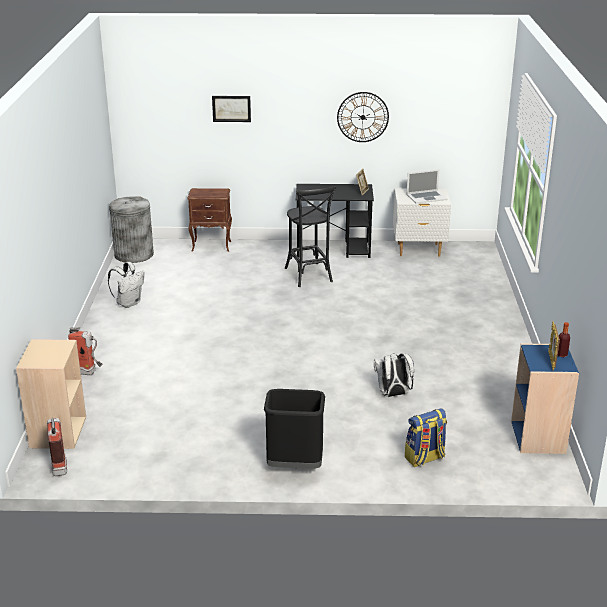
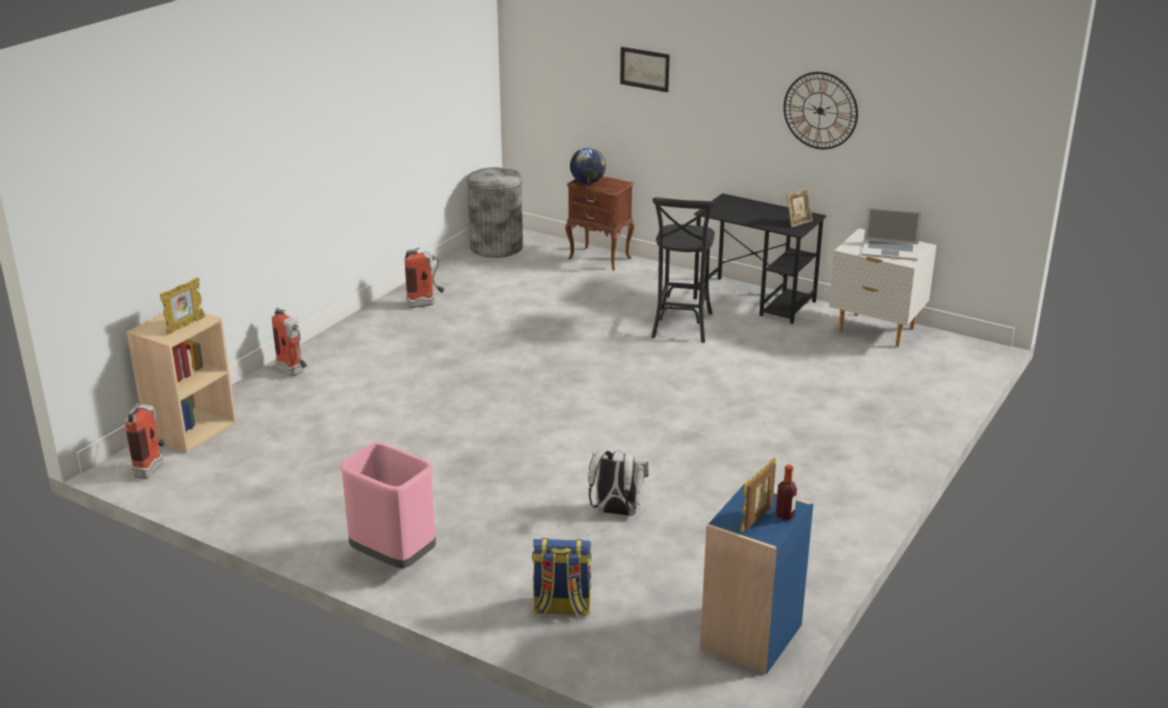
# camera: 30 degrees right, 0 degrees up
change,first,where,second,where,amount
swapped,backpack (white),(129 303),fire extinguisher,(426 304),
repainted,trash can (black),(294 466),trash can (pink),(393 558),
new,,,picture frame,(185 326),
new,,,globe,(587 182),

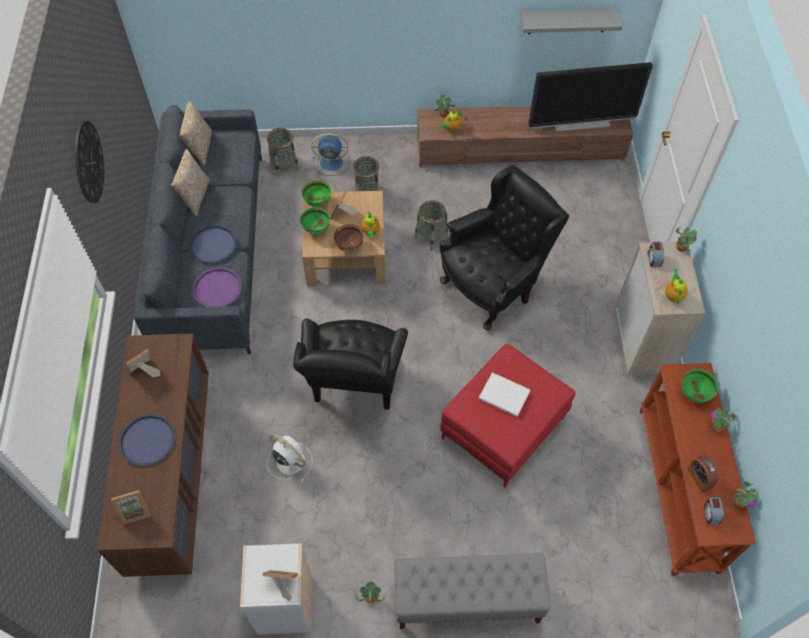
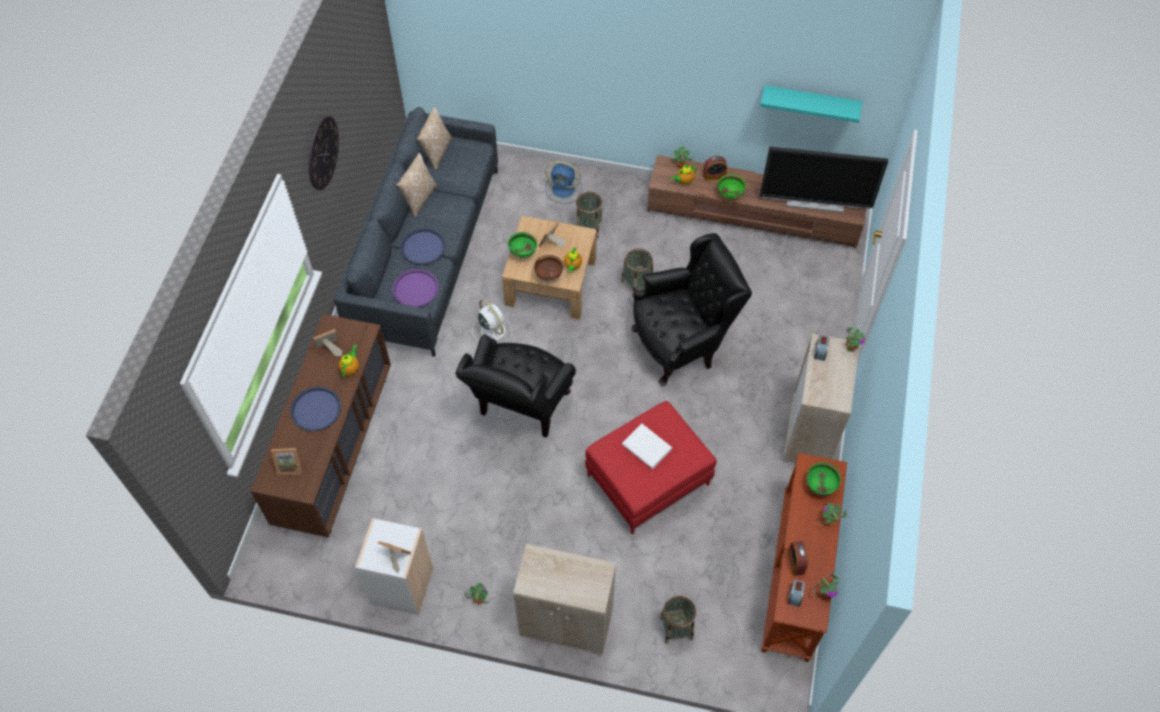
# camera: 15 degrees right, 0 degrees up
change,first,where,second,where,amount
shifted,basket,(284 165),,(676 627),
shifted,fan (white),(289 461),,(492 330),
shifted,bowl (green),(317 202),,(730 195),
swapped,bench (grey),(467 600),cabinet (beige),(565 624),
repainted,shelf (grey),(567 21),shelf (turquoise),(810 102),
shifted,teapot,(673 295),,(350 368),
new,,,alarm clock,(714 175),

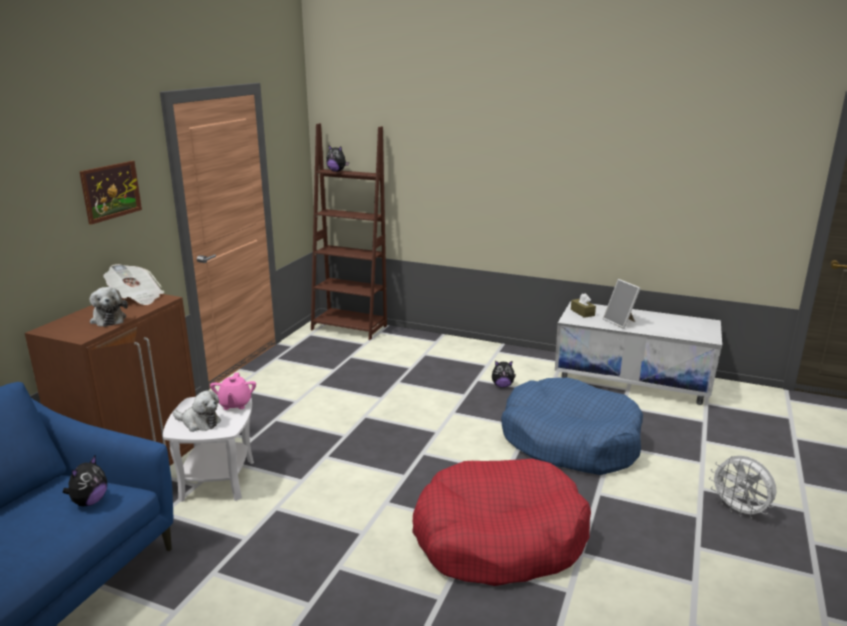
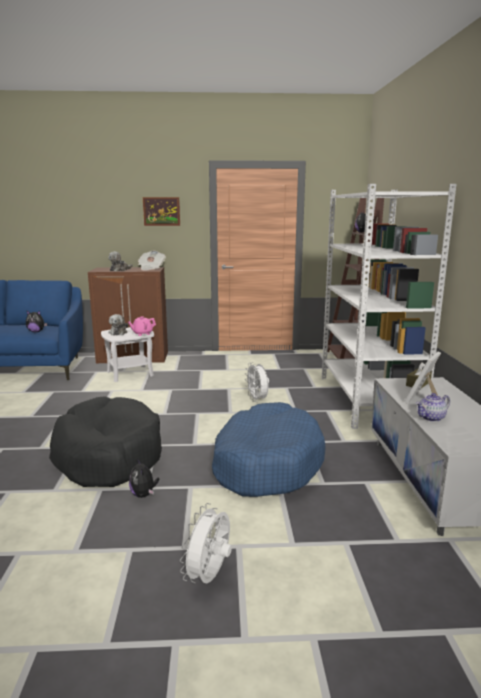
# camera: 65 degrees right, 5 degrees down
change,first,where,second,where,amount
repainted,dog bed (red),(499 538),dog bed (black),(108 455),
shifted,plush toy,(502 385),,(144 495),
new,,,fan (white),(257 400),
new,,,bookcase (white),(367 399),
new,,,teapot,(431 418),

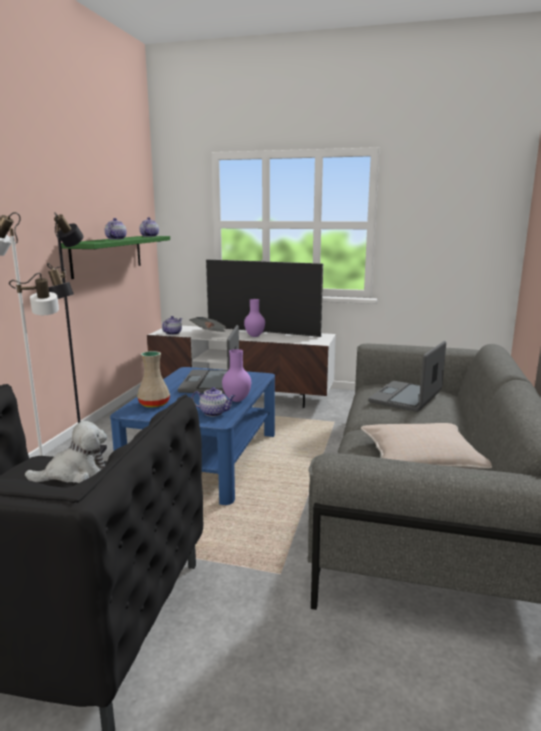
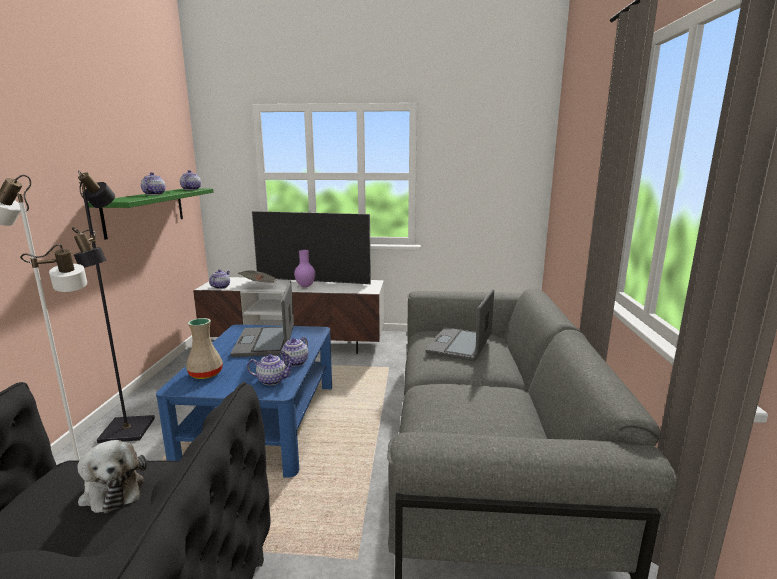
# camera: 10 degrees left, 0 degrees up
change,first,where,second,where,amount
rotated,plush toy,(75 473),,(112 489),90 degrees clockwise
swapped,vase (purple),(237 400),teapot,(295 363),
gone,pillow (beige),(421 457),,,

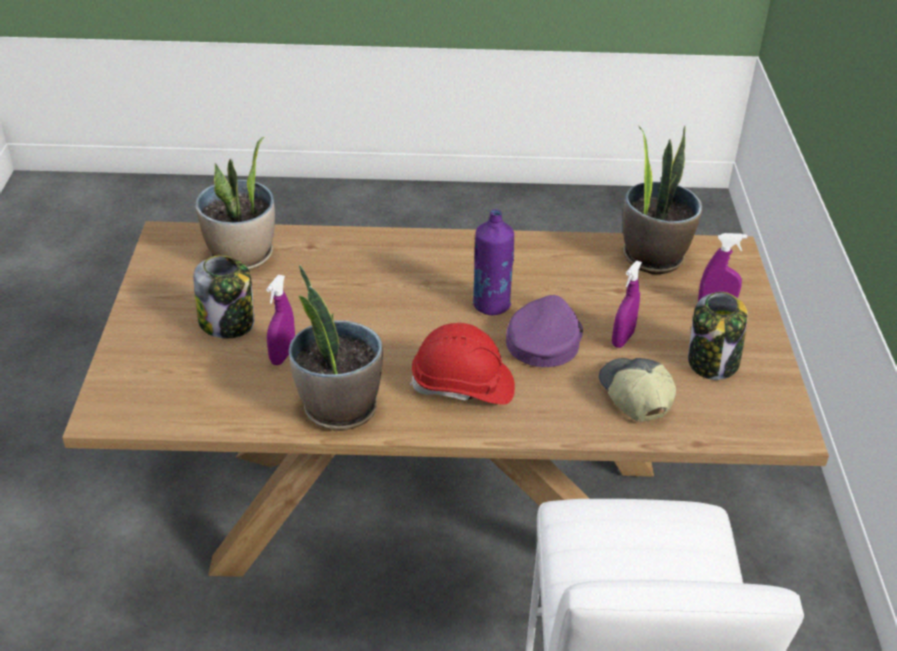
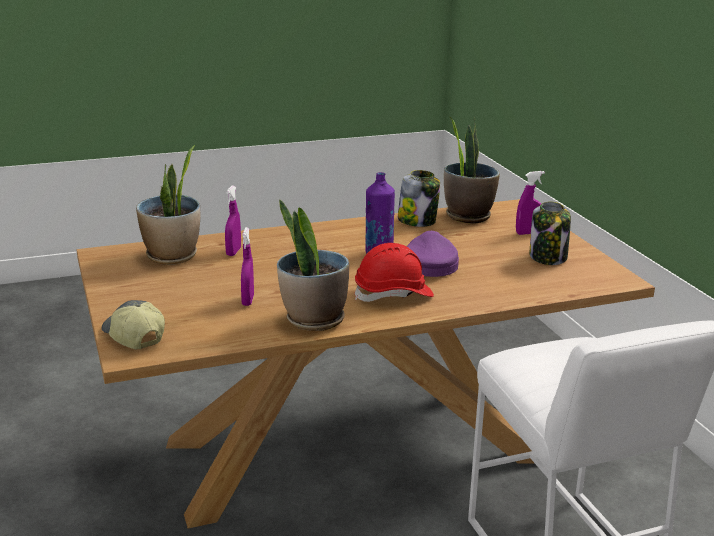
# camera: 20 degrees left, 15 degrees down
change,first,where,second,where,amount
shifted,jar,(228 323),,(417 221),
shifted,cap,(633 395),,(133 336),
shifted,spray bottle (purple),(622 339),,(233 252),

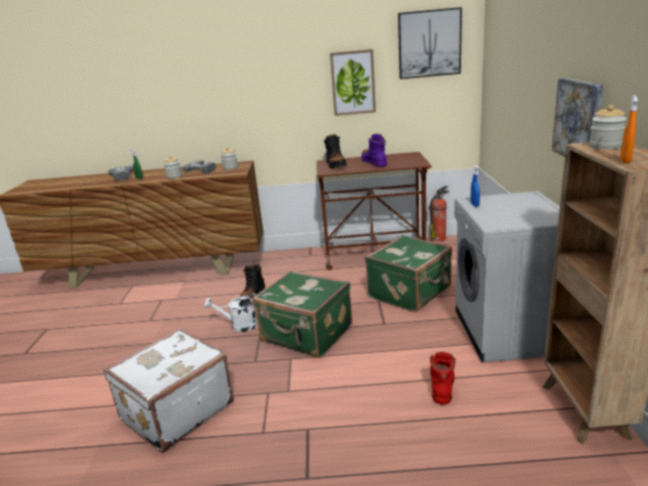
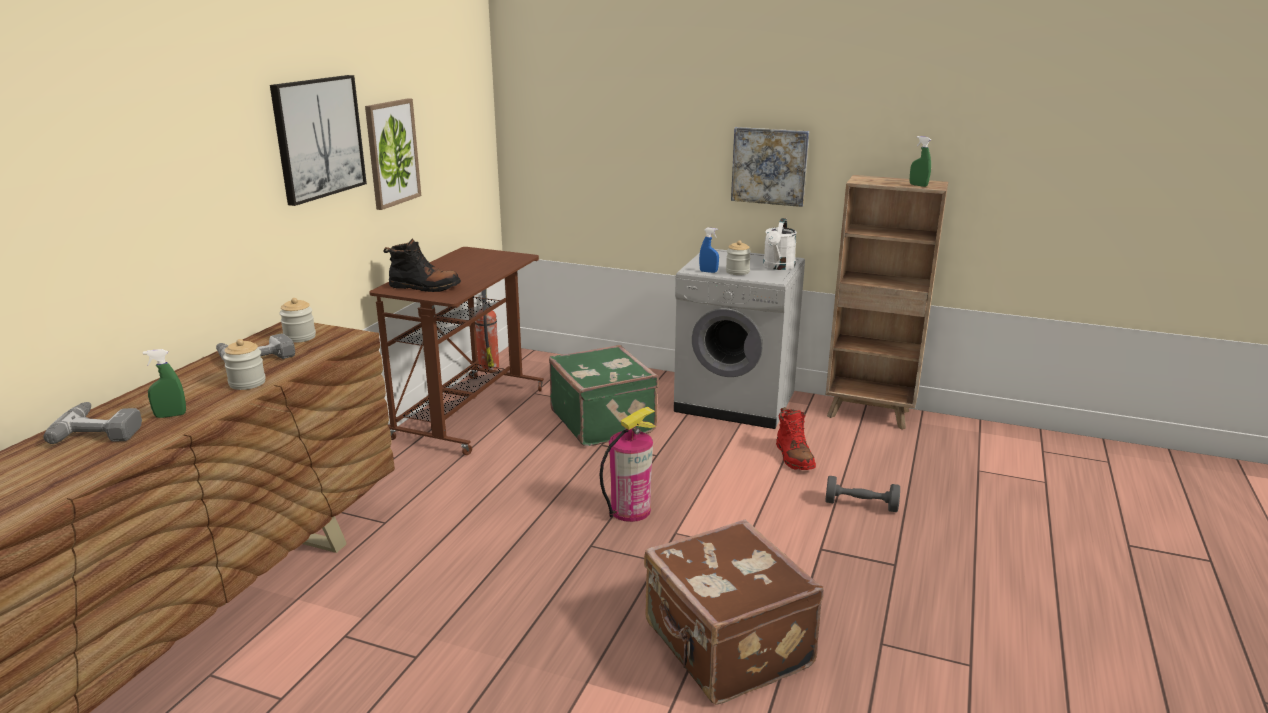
# camera: 70 degrees left, 0 degrees up
change,first,where,second,where,amount
repainted,suitcase (white),(175 411),suitcase (brown),(725 647),
shifted,watering can (white),(239 326),,(778 267),
gone,boot (black),(252 296),,,
swapped,suitcase (green),(306 335),fire extinguisher,(630 510),
gone,boot (purple),(374 162),,,
shifted,picture,(429 43),,(318 138),
rotated,boot (red),(442 383),,(794 457),135 degrees counterclockwise
shifted,jar,(605 146),,(737 272),
repainted,spray bottle (orange),(625 160),spray bottle (green),(918 185),
new,,,dumbbell (grey),(860 505),

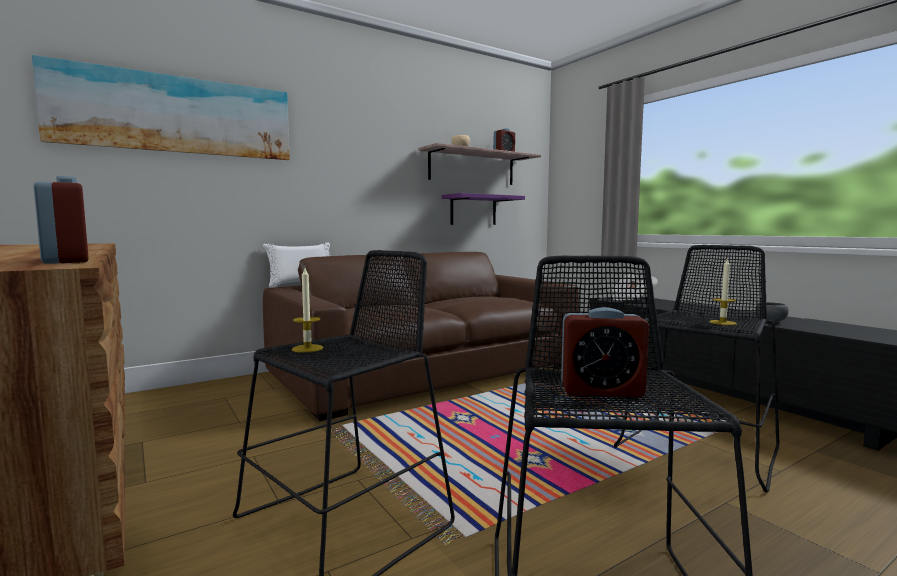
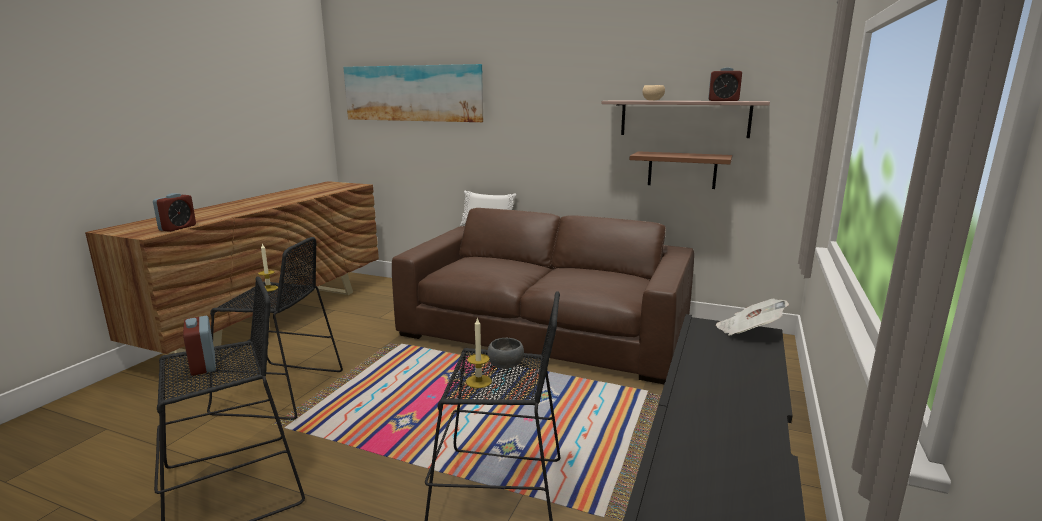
# camera: 55 degrees right, 10 degrees up
change,first,where,second,where,amount
repainted,shelf (purple),(473 210),shelf (brown),(682 170),
shifted,bowl (grey),(770 321),,(506 366),

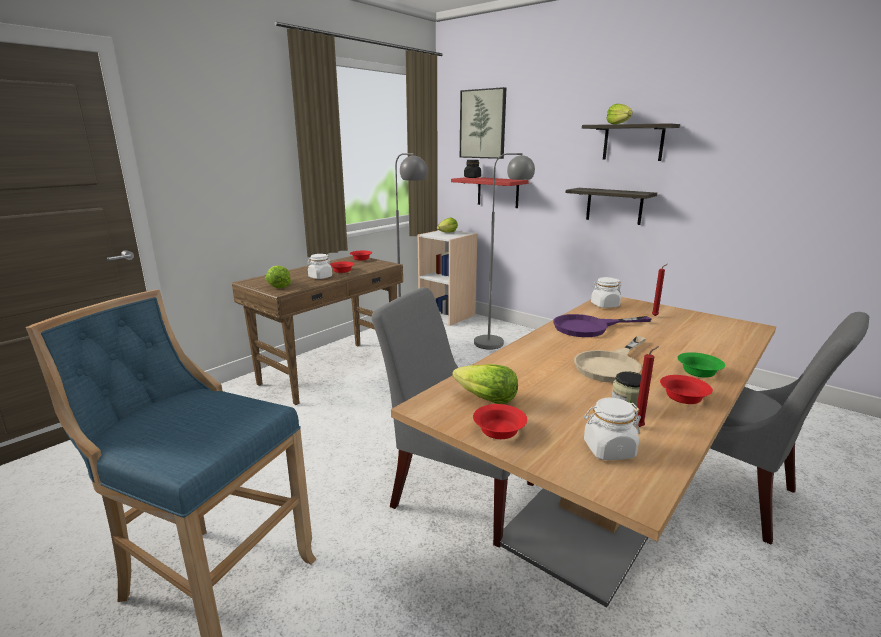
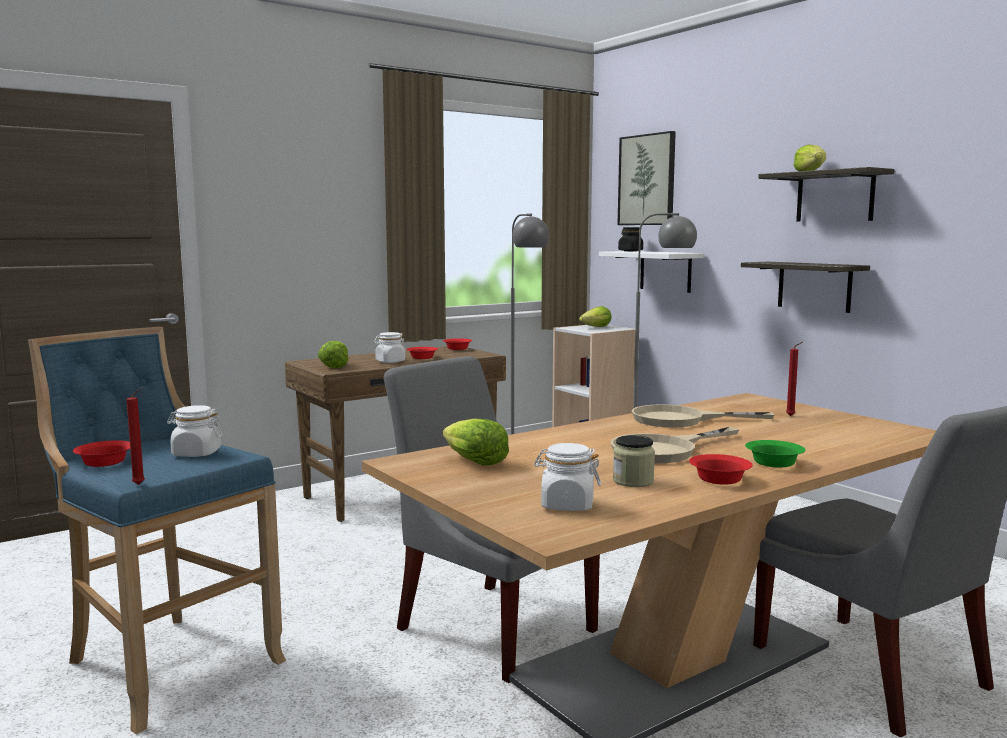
# camera: 15 degrees right, 10 degrees down
change,first,where,second,where,amount
repainted,shelf (red),(498 192),shelf (white),(665 271),
shifted,bowl (red),(500 431),,(104 463),
repainted,frying pan (purple),(589 327),frying pan (beige),(681 420),
shifted,jar (white),(604 305),,(196 453),
shifted,candle (red),(640 427),,(140 485),

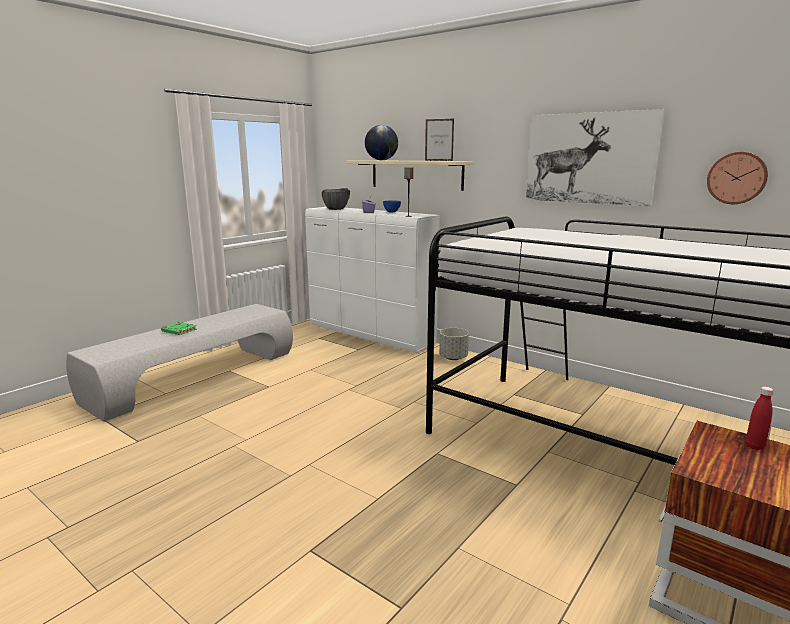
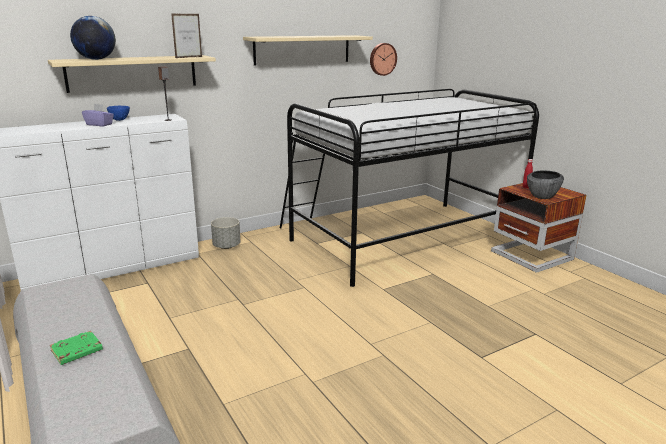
# camera: 70 degrees left, 5 degrees up
change,first,where,second,where,amount
shifted,bowl,(336 209),,(542 197),
swapped,picture,(589 158),shelf (beige),(302 49),

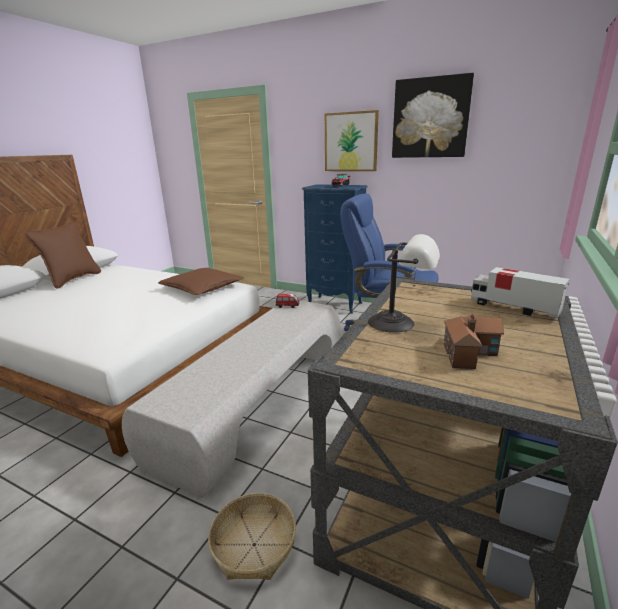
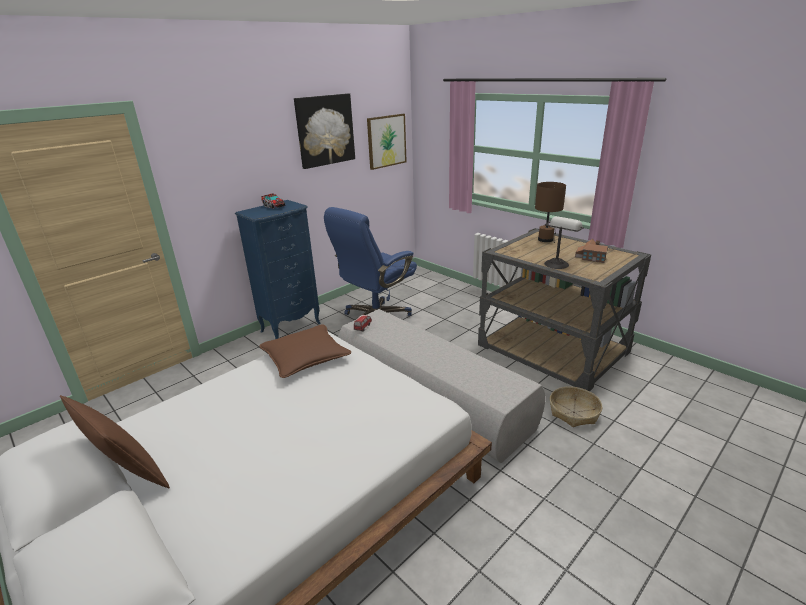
# camera: 70 degrees left, 5 degrees up
change,first,where,second,where,amount
shifted,picture,(351 142),,(386 141),
swapped,toy truck,(512 307),table lamp (brown),(546 239),

